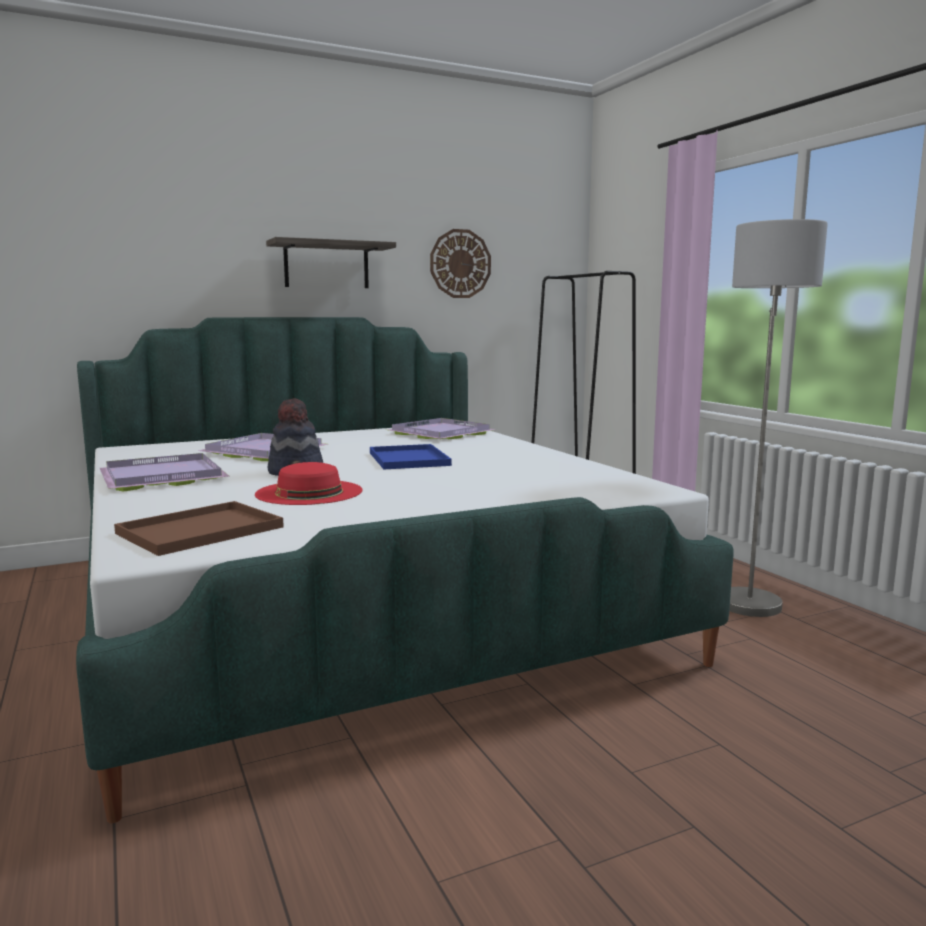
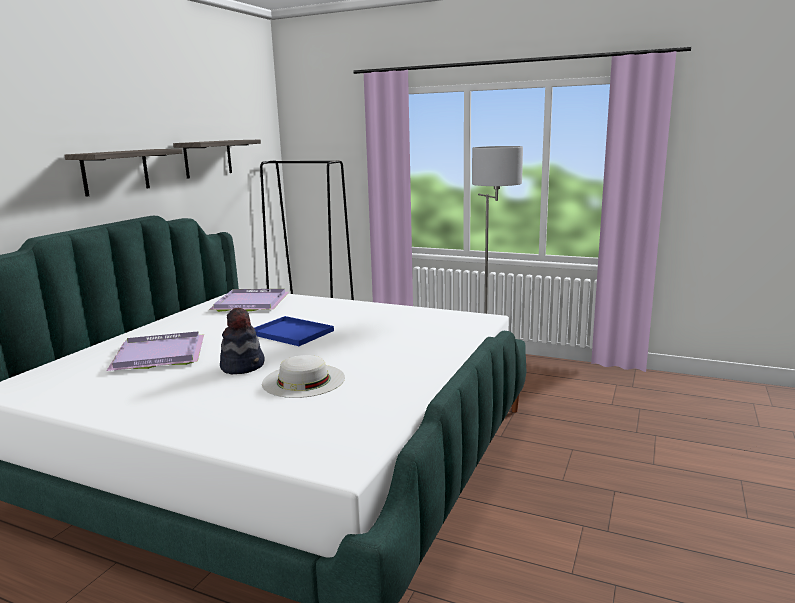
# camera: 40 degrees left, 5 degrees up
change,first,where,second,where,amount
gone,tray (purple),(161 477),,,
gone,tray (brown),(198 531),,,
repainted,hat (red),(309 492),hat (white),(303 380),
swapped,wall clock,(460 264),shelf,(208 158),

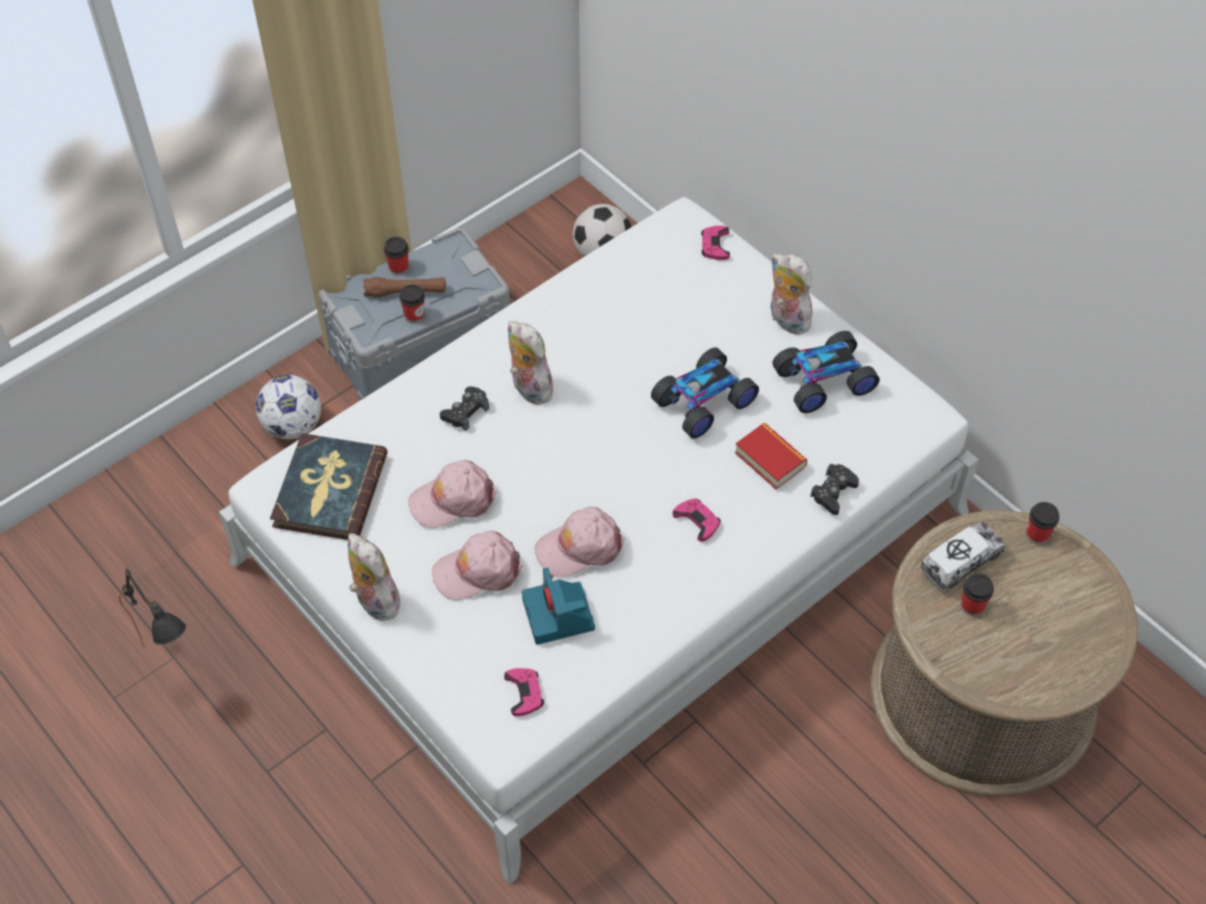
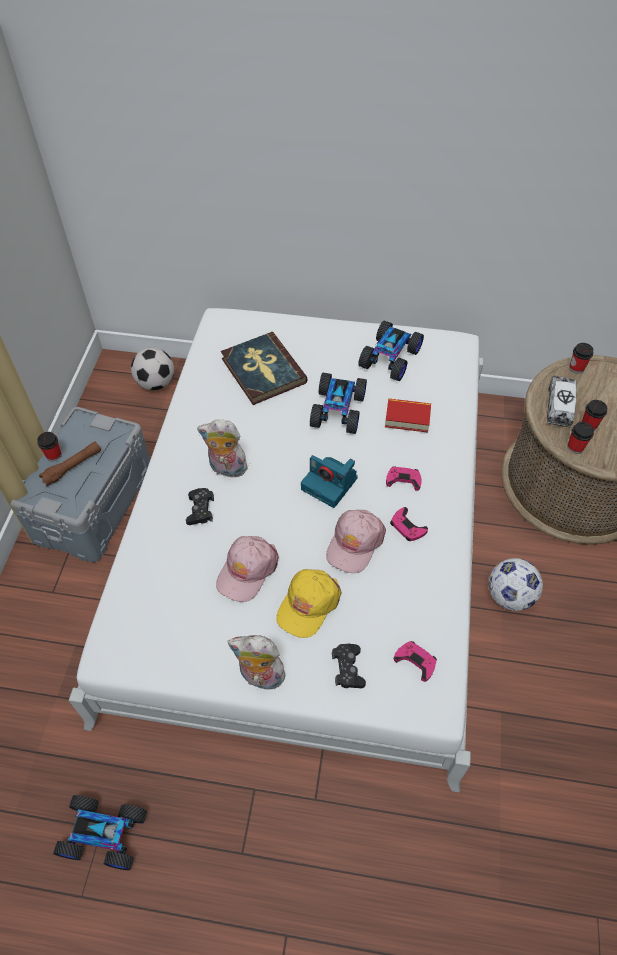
# camera: 40 degrees left, 0 degrees up
change,first,where,second,where,amount
swapped,table lamp (black),(172 663),toy car,(104 833),
shifted,football,(293 426),,(509 595),
shifted,book,(329 490),,(263 371),
shifted,cup,(414 315),,(575 447),
repainted,cap (pink),(477 571),cap (yellow),(308 605),
shifted,photo camera,(559 616),,(330 484),
shifted,game controller (pink),(715 245),,(407 527),
gone,plush toy,(786 320),,,
shifted,game controller (black),(833 492),,(348 669),

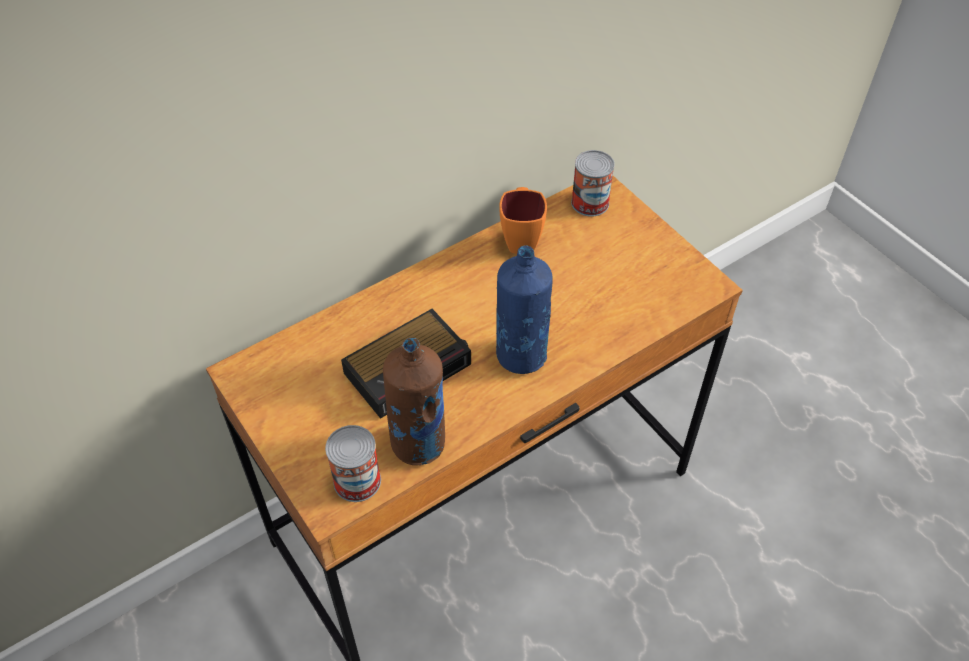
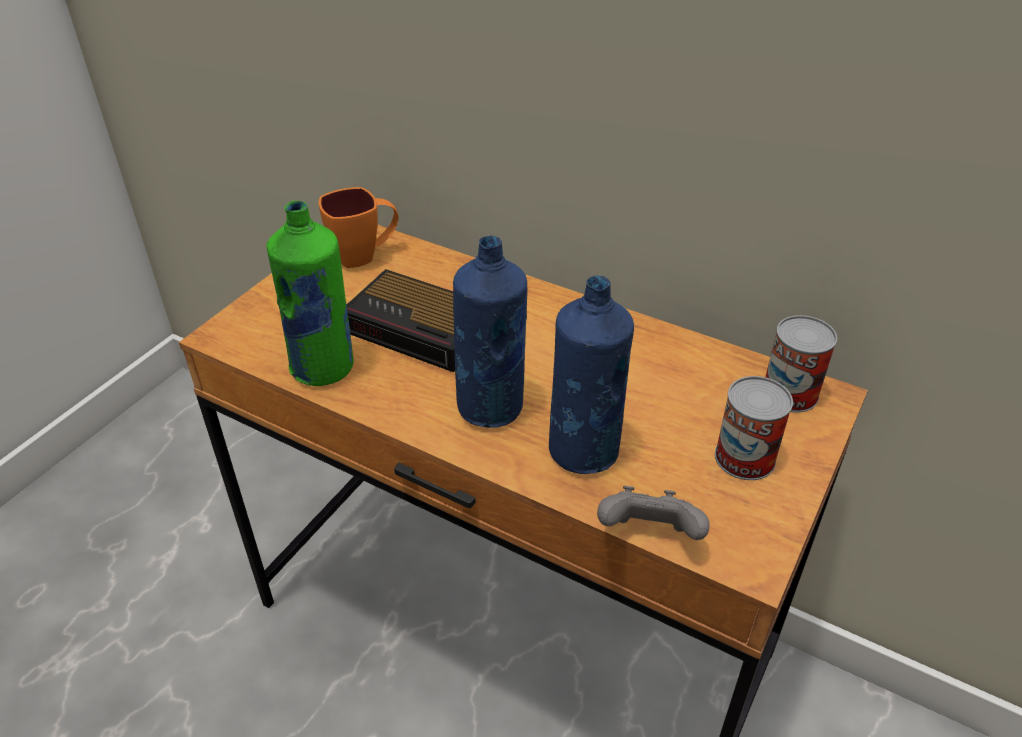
# camera: 65 degrees right, 10 degrees down
change,first,where,second,where,amount
shifted,can,(357 481),,(744 457),
repainted,bottle (brown),(419 443),bottle (green),(323 368),
shifted,mug (orange),(521 238),,(365 255),
new,,,bottle (blue),(584 451),
new,,,game controller (grey),(649 535),

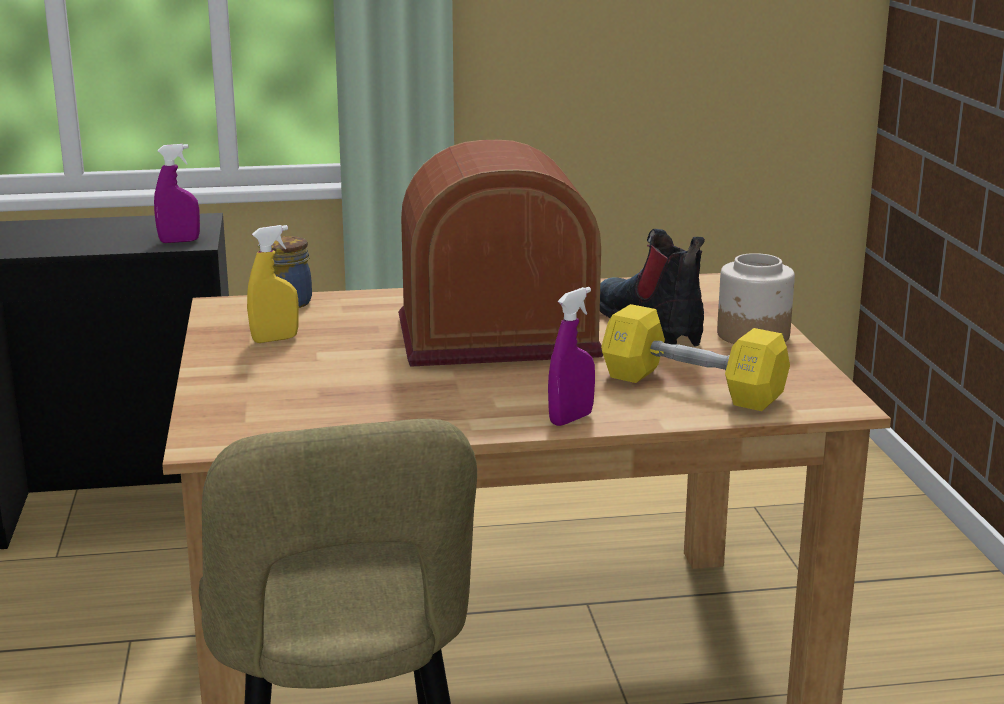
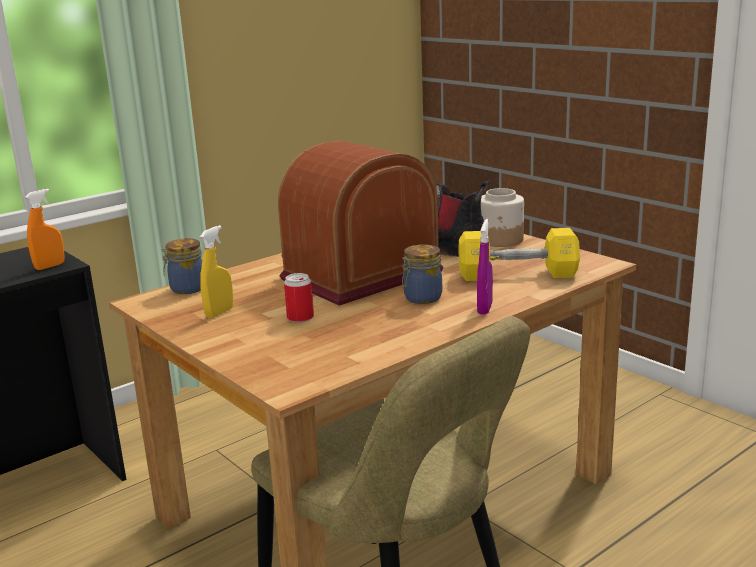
# camera: 30 degrees left, 0 degrees up
change,first,where,second,where,amount
repainted,spray bottle (purple),(179 241),spray bottle (orange),(50 266),
new,,,can,(300 318),
new,,,jar,(421 298),

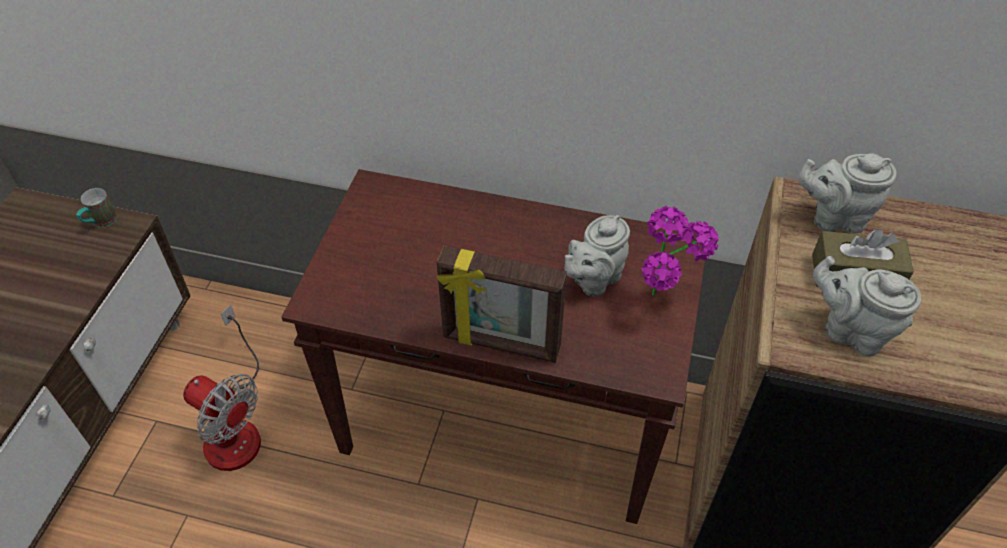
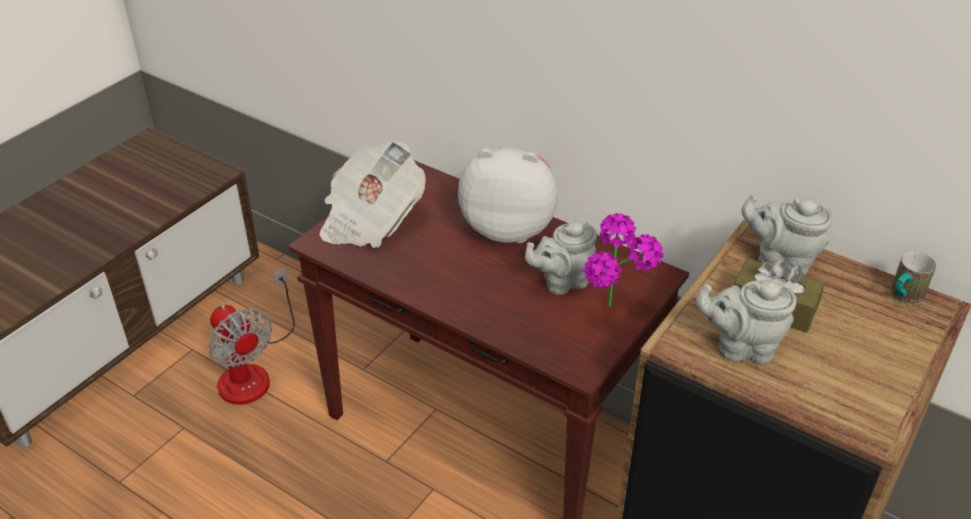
# camera: 20 degrees right, 10 degrees down
change,first,where,second,where,amount
shifted,mug,(100 222),,(902 297),
gone,picture frame,(501 344),,,
rotated,teapot (grey),(851 331),,(741 347),45 degrees counterclockwise
new,,,newspaper,(370 219),
new,,,plush toy,(509 228),

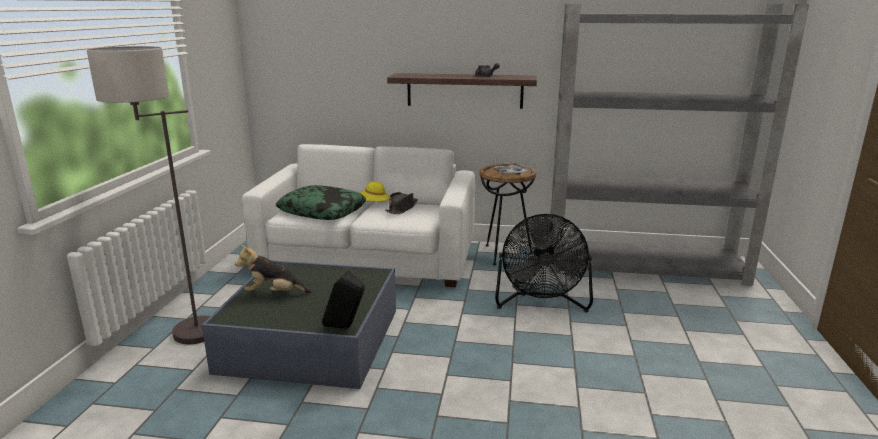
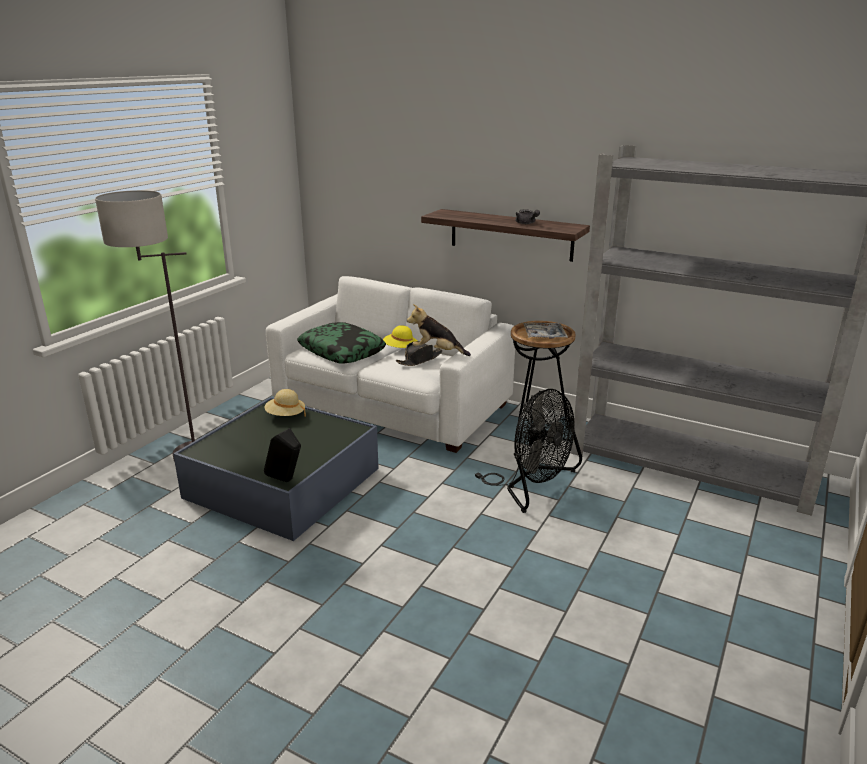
# camera: 20 degrees right, 5 degrees up
change,first,where,second,where,amount
shifted,plush toy,(274 293),,(437 352),
rotated,fan (black),(537 301),,(531 485),75 degrees counterclockwise
new,,,hat (beige),(285 415),

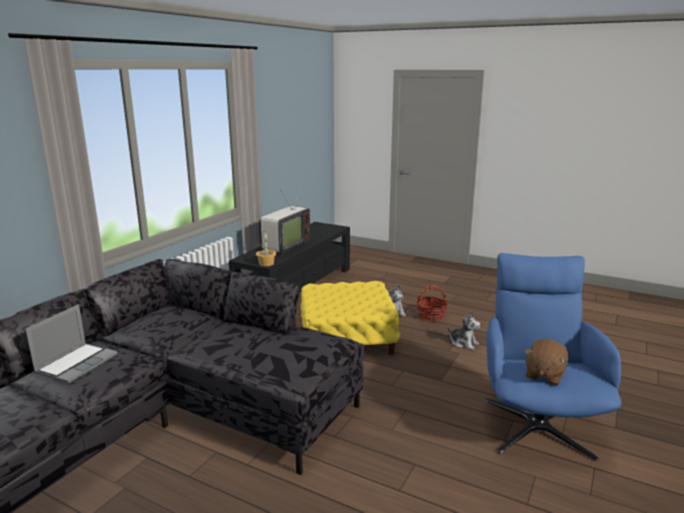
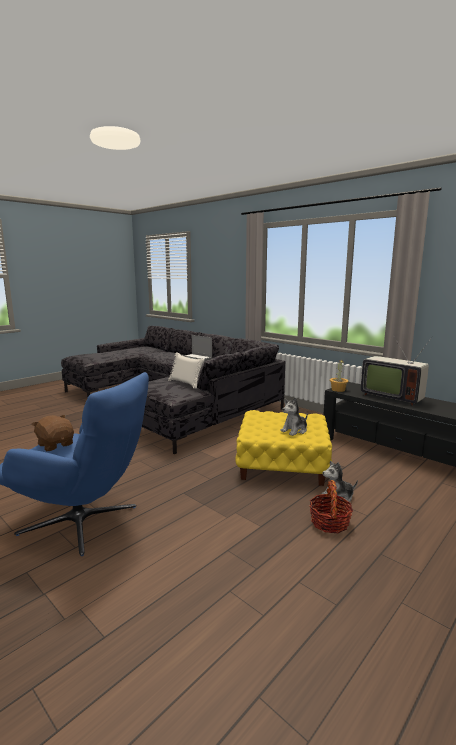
# camera: 105 degrees right, 5 degrees down
change,first,where,second,where,amount
shifted,plush toy,(463 343),,(294 430),
new,,,pillow (white),(186 383),

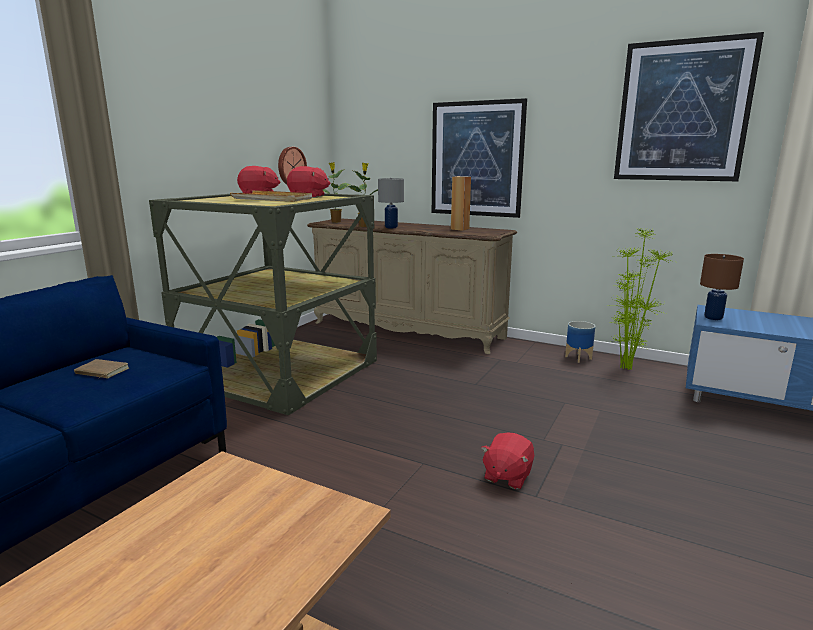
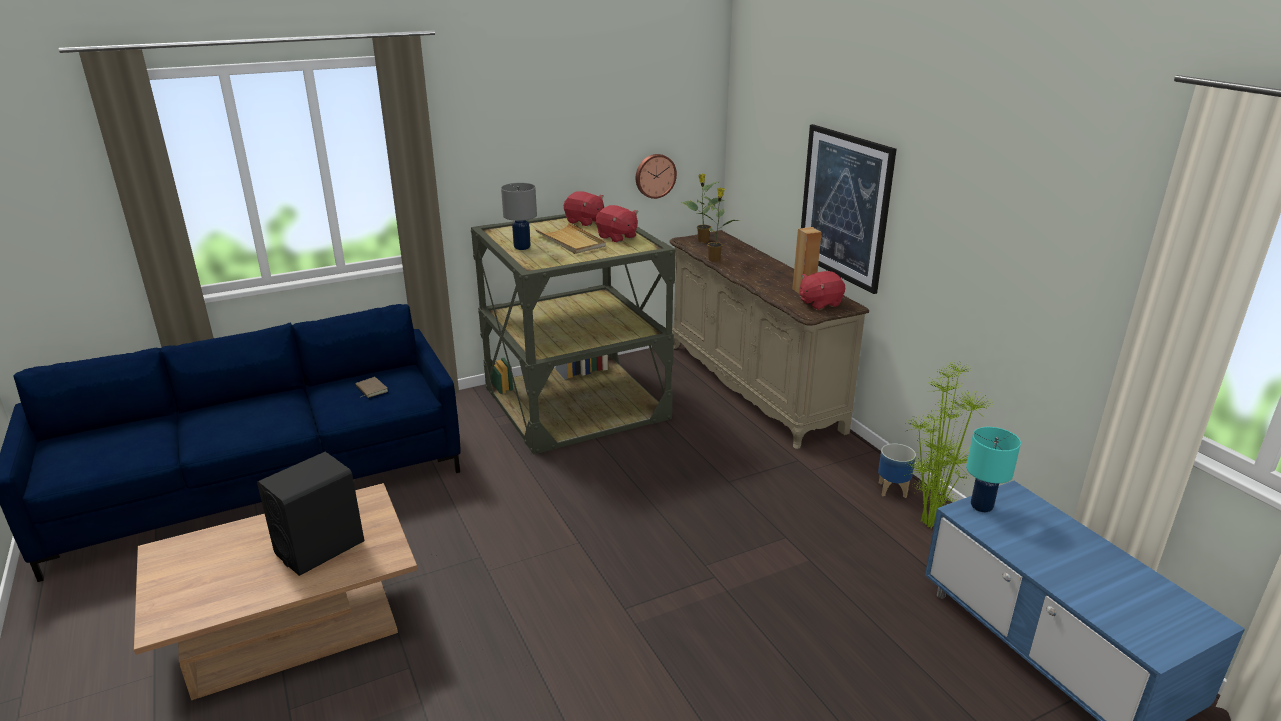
# camera: 35 degrees right, 10 degrees up
change,first,where,second,where,amount
shifted,table lamp (grey),(391 227),,(522 247),
shifted,plush toy (red),(507 476),,(819 303),
gone,picture,(682 111),,,
repainted,table lamp (brown),(712 318),table lamp (turquoise),(980 506),
new,,,speaker (black),(320 547),

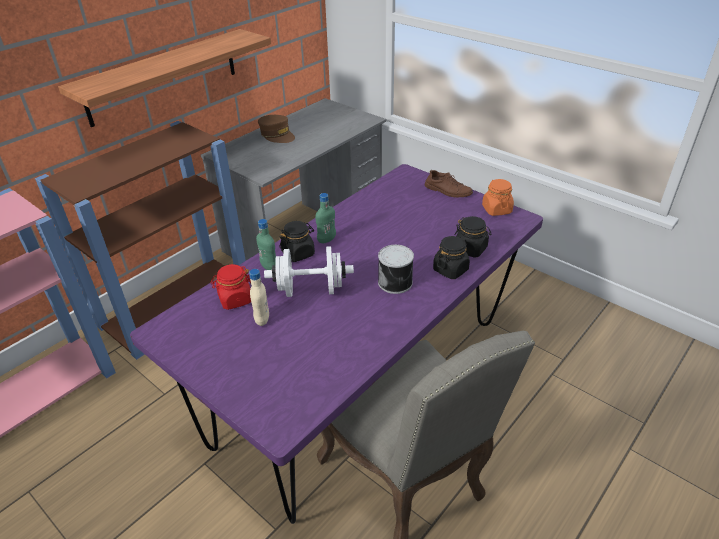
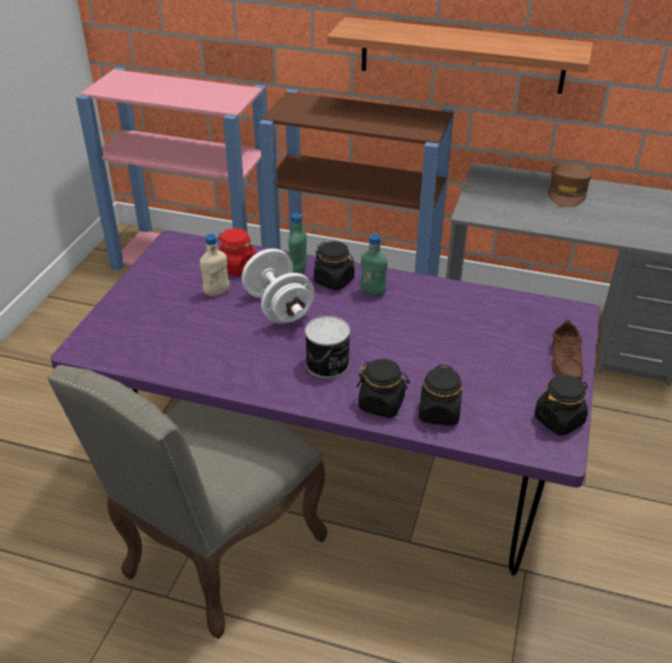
# camera: 65 degrees right, 0 degrees up
change,first,where,second,where,amount
repainted,jar (orange),(496 209),jar (black),(559 420),

